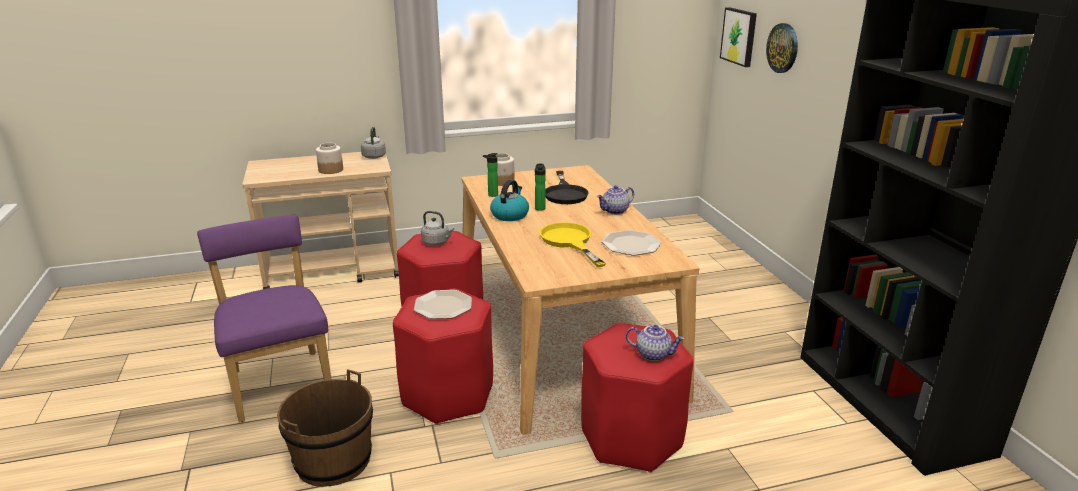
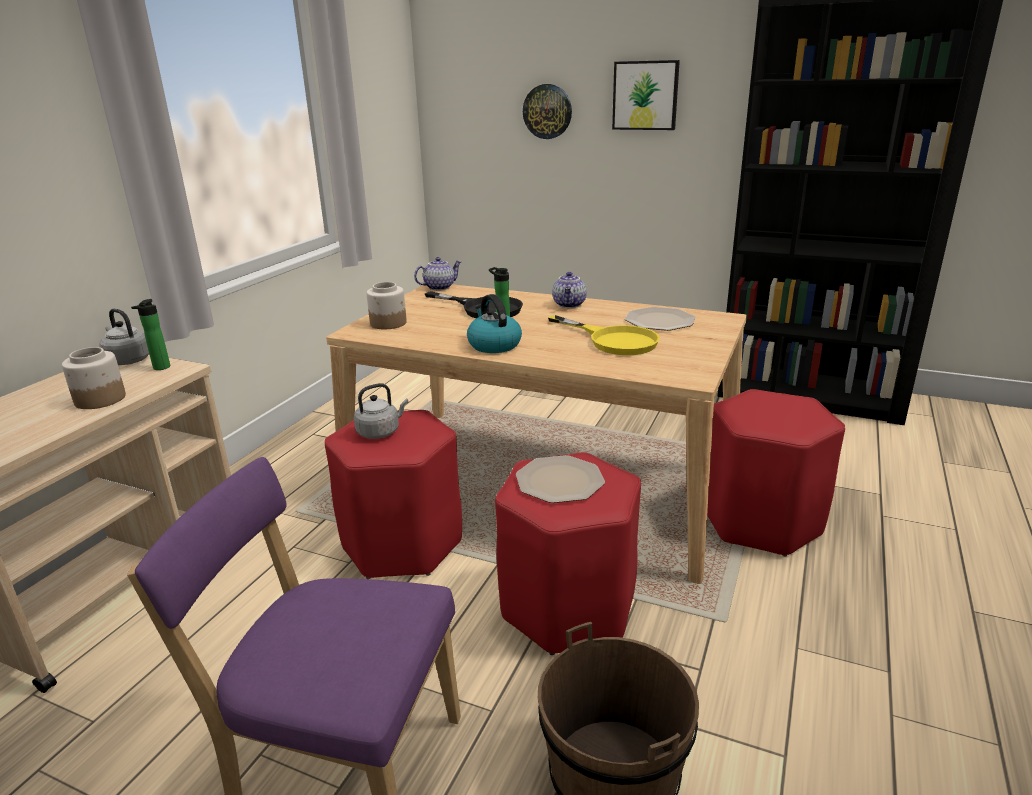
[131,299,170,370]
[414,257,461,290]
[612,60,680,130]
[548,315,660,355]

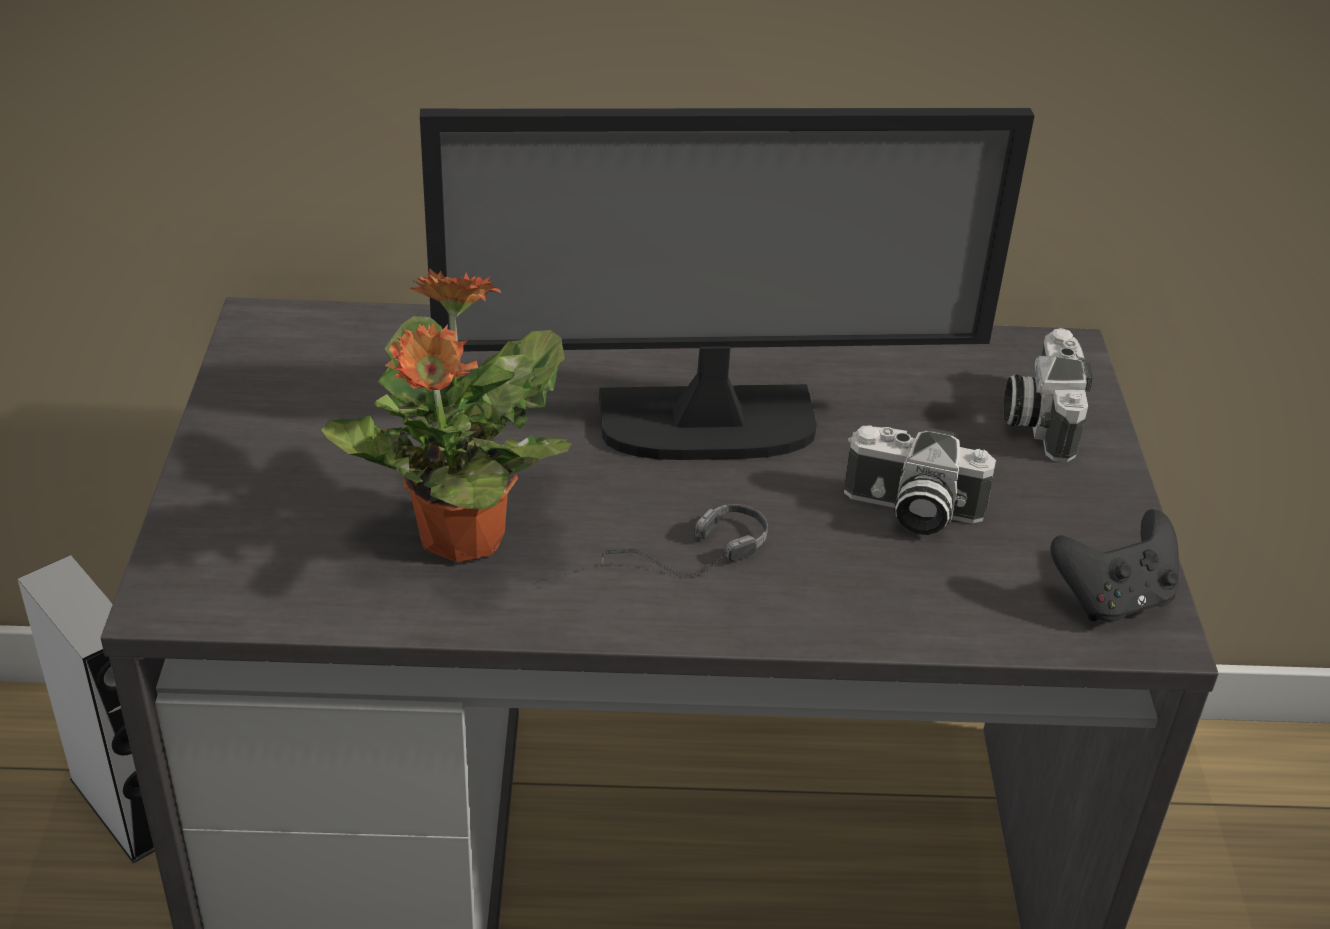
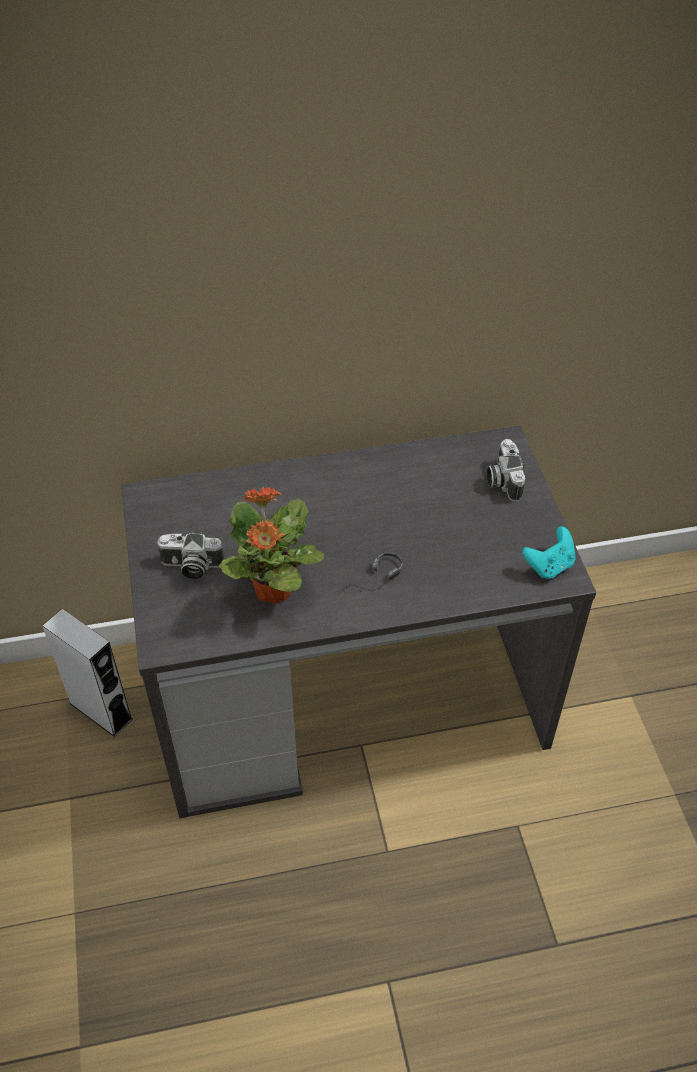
[420,108,1035,460] (first image)
[156,531,224,579]
[522,527,576,579]

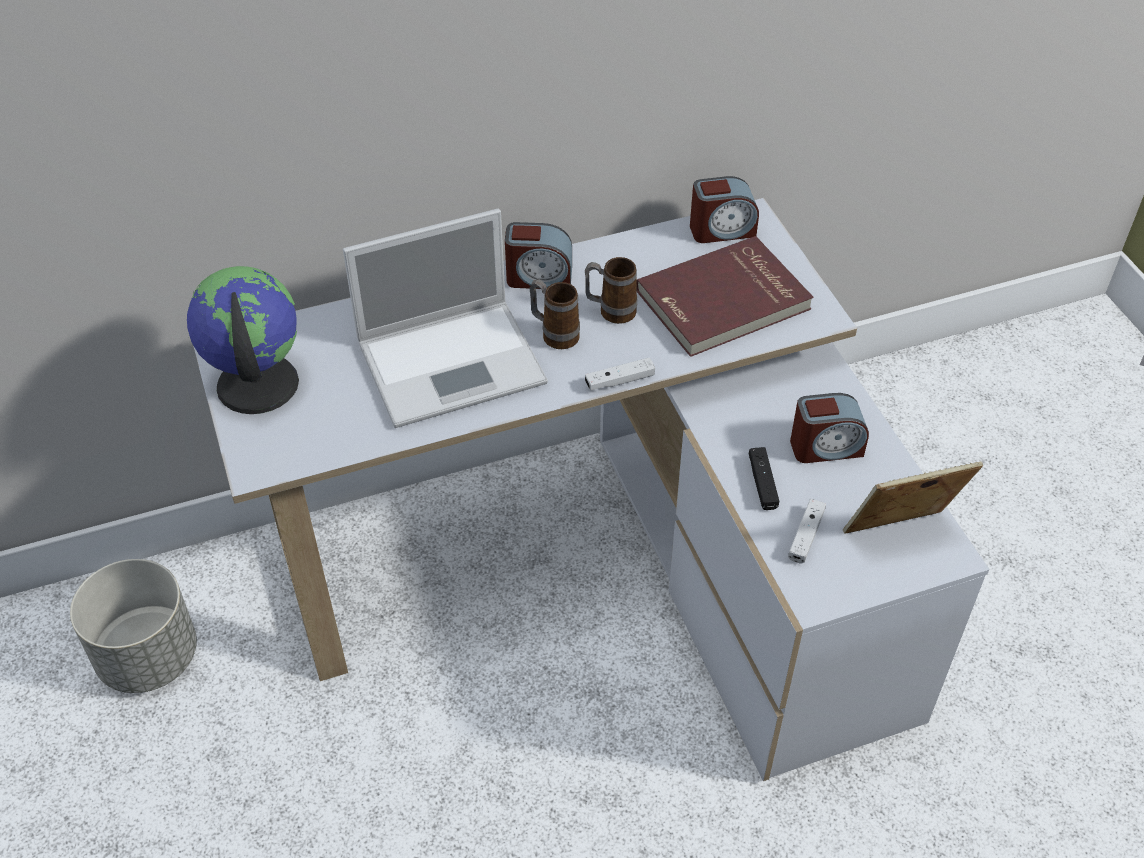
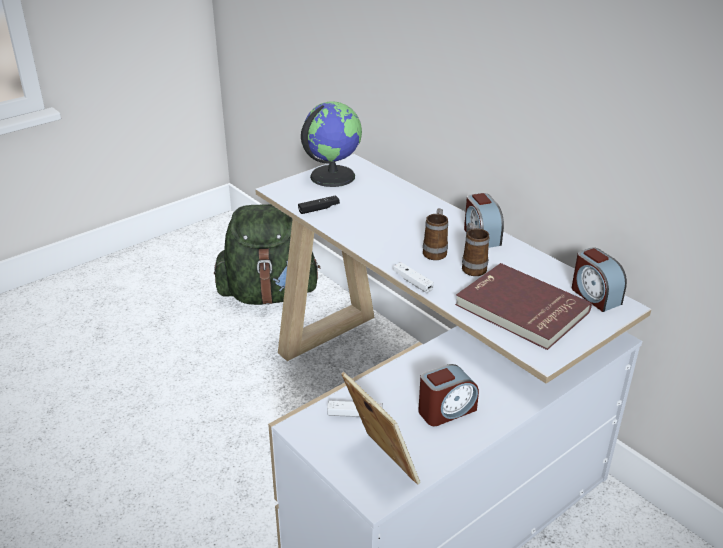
[343,209,548,428] (first image)
[298,195,340,214]
[214,204,321,305]
[418,364,479,426]

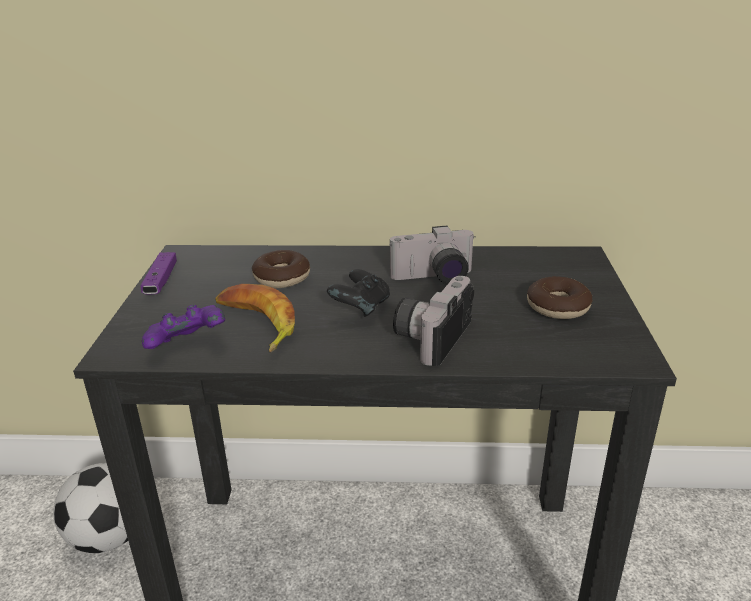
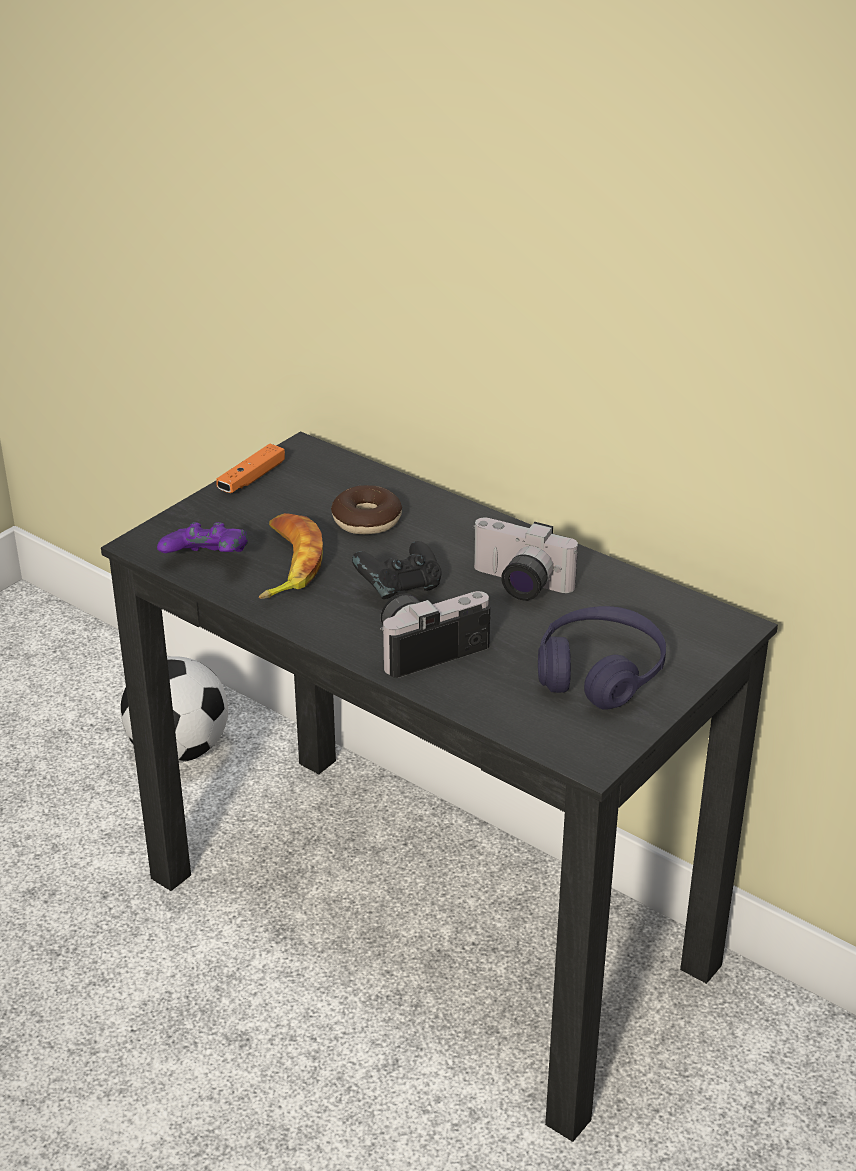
[538,606,666,710]
[216,444,285,493]

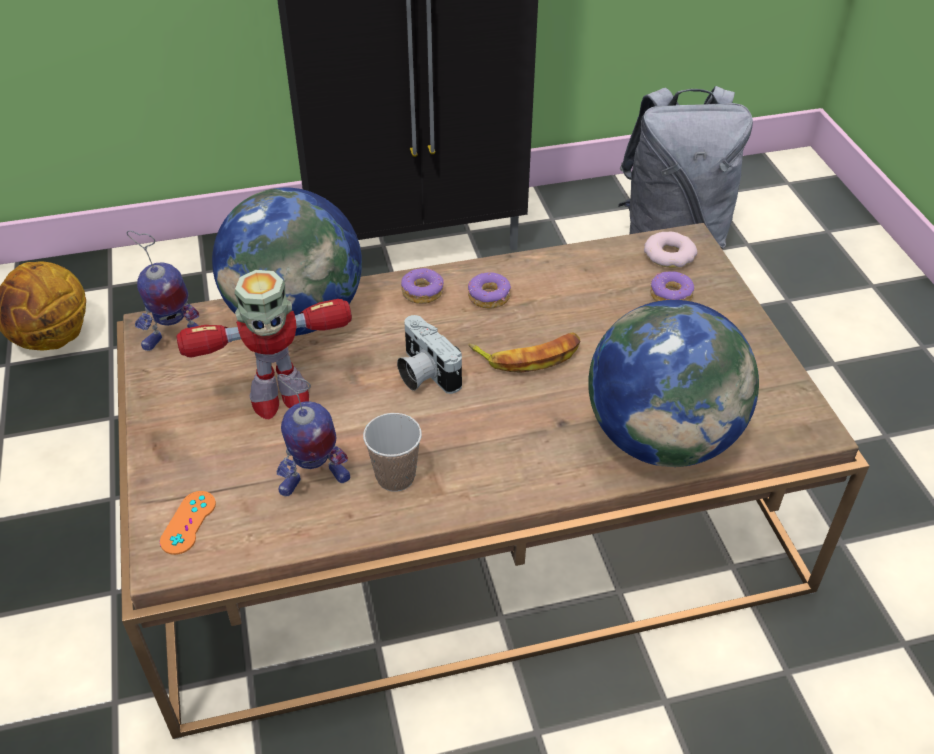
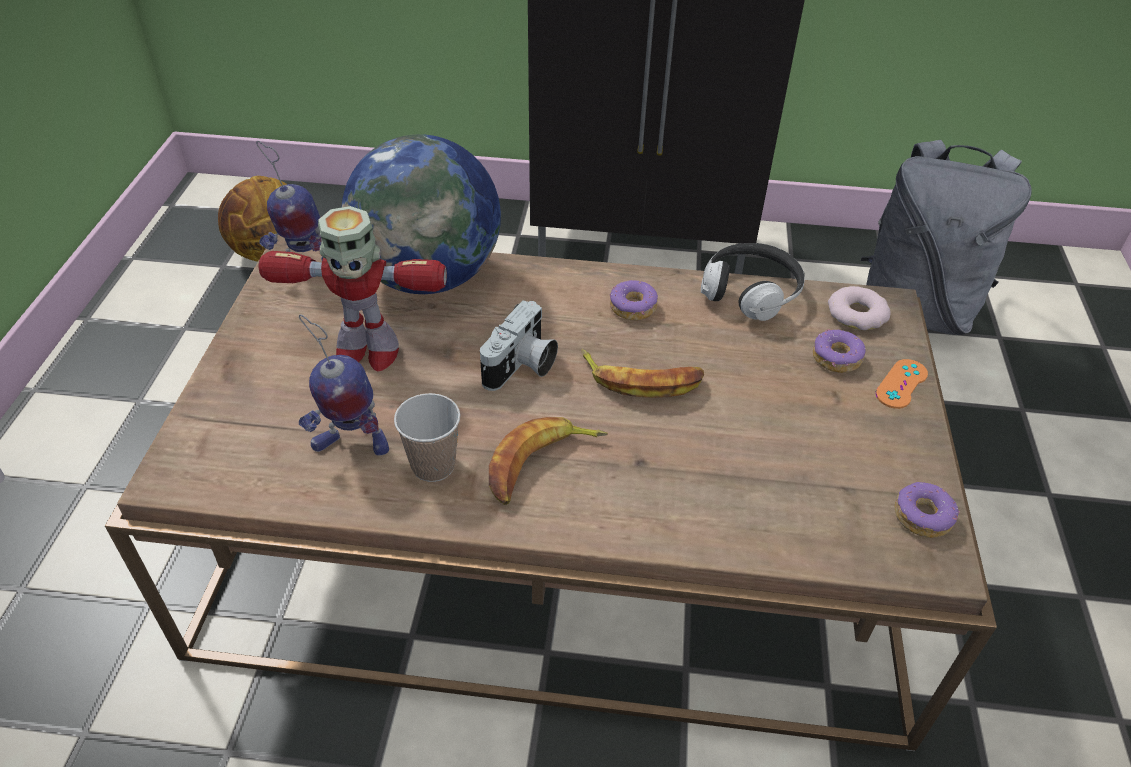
[588,300,759,467] (first image)
[489,417,608,505]
[701,243,805,321]
[876,359,928,409]
[895,482,960,538]
[480,300,558,391]

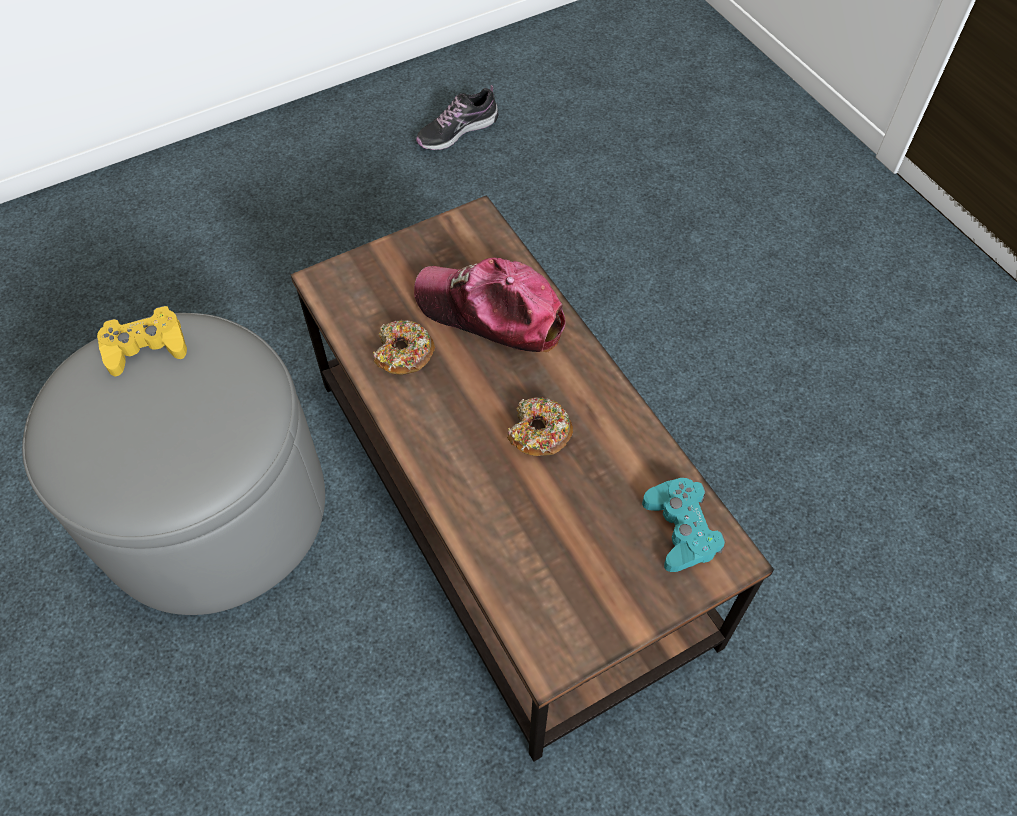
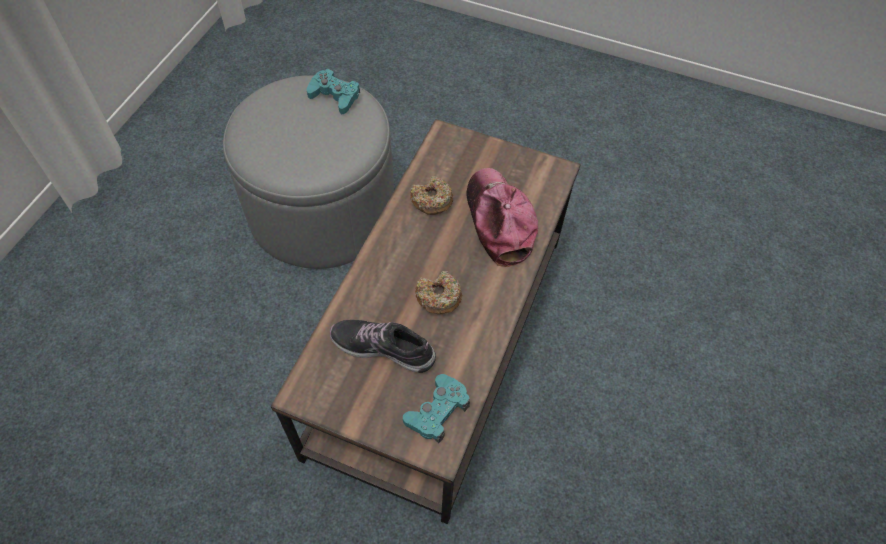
[330,320,436,373]
[307,69,360,114]

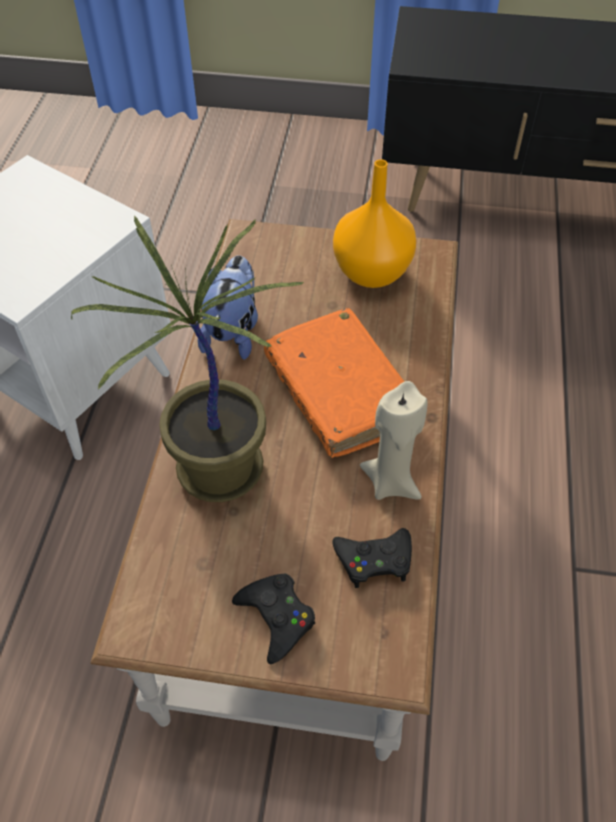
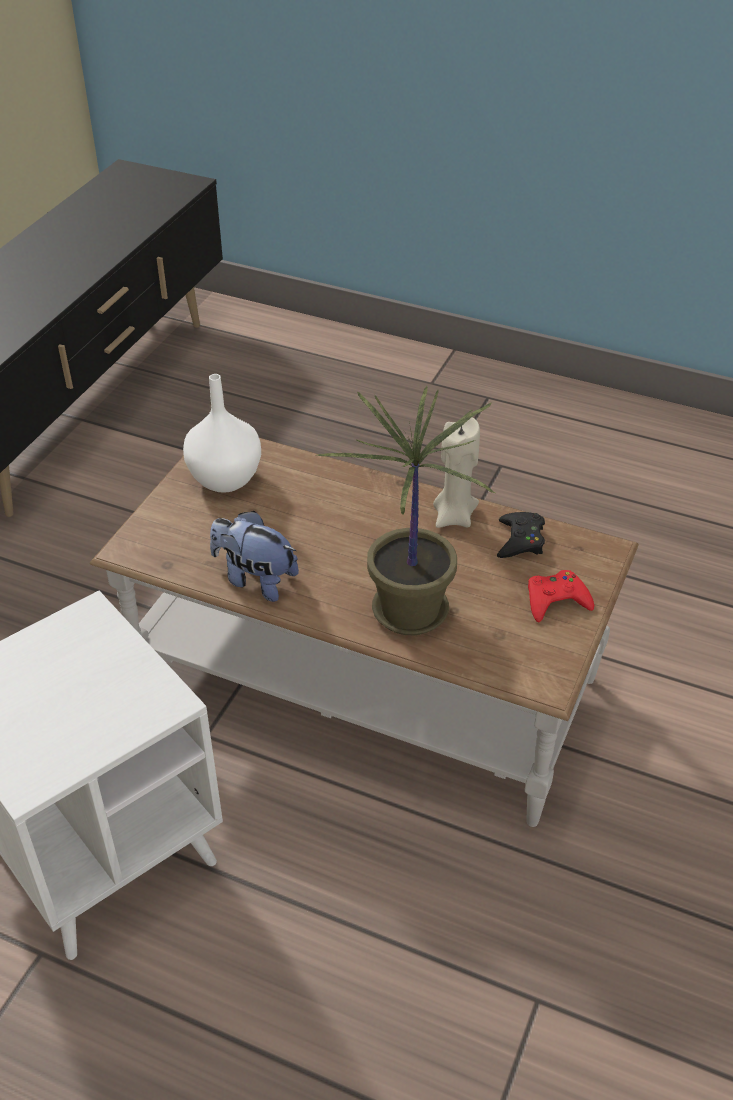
[264,308,404,458] (first image)
[528,570,594,622]
[183,374,261,493]

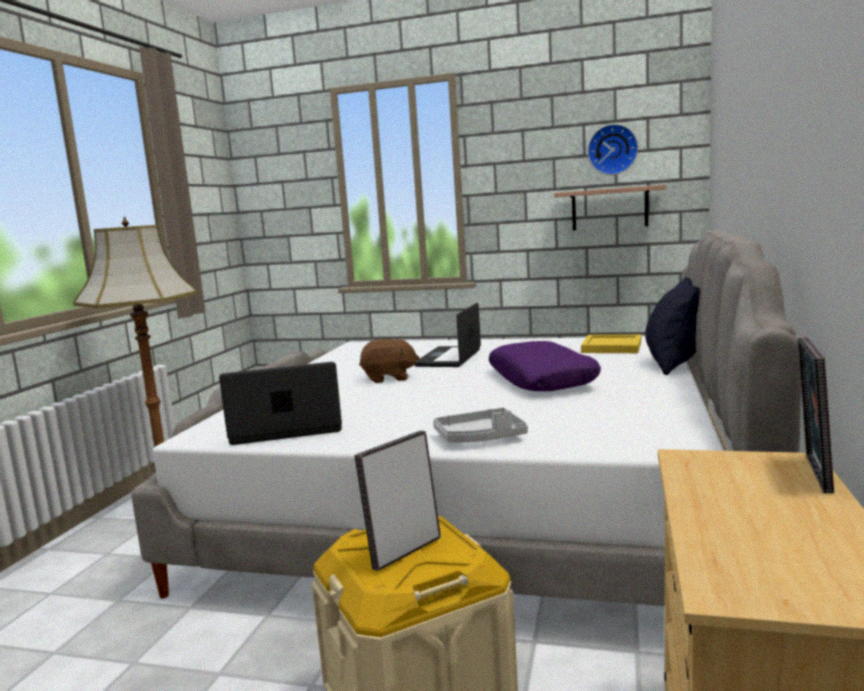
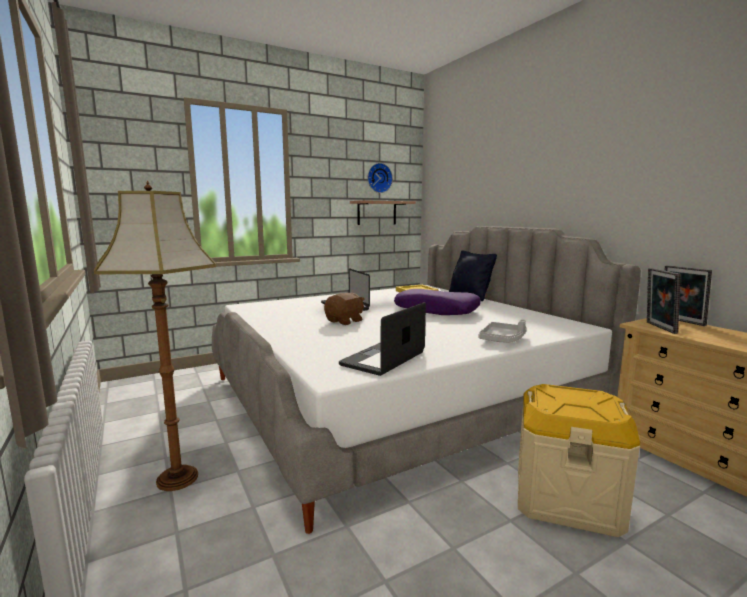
[647,268,681,334]

